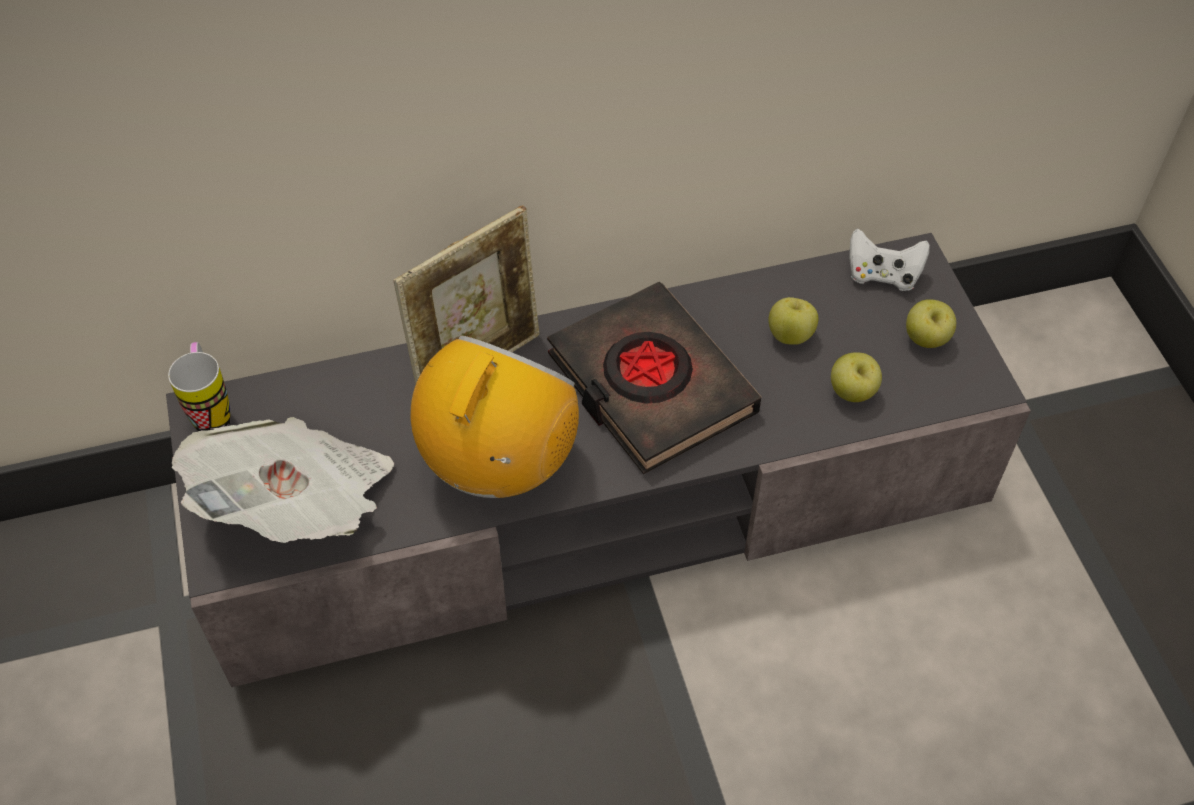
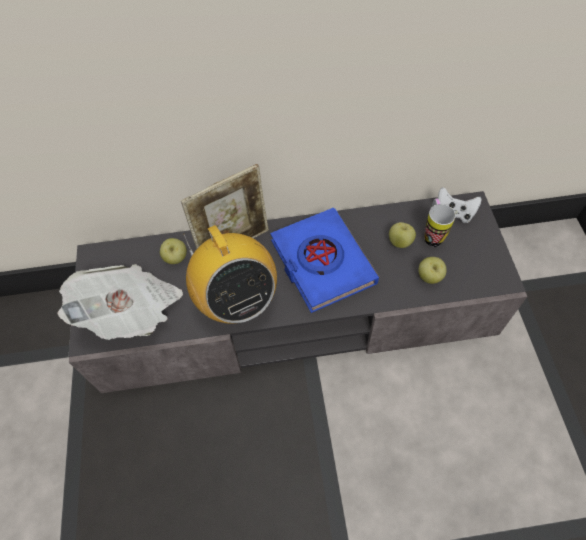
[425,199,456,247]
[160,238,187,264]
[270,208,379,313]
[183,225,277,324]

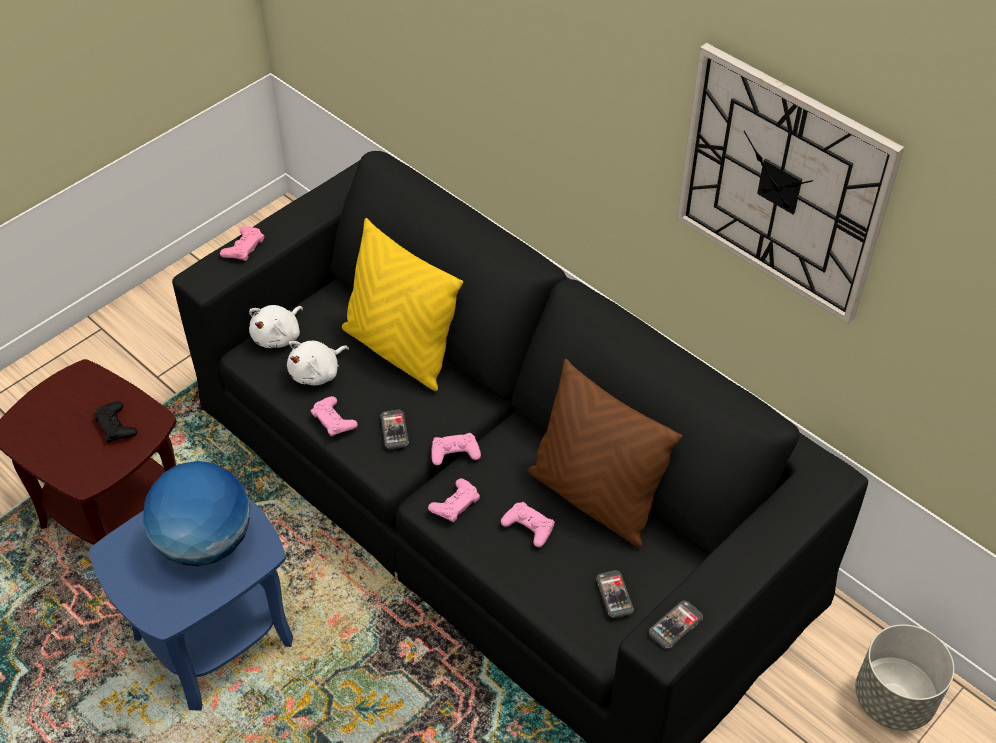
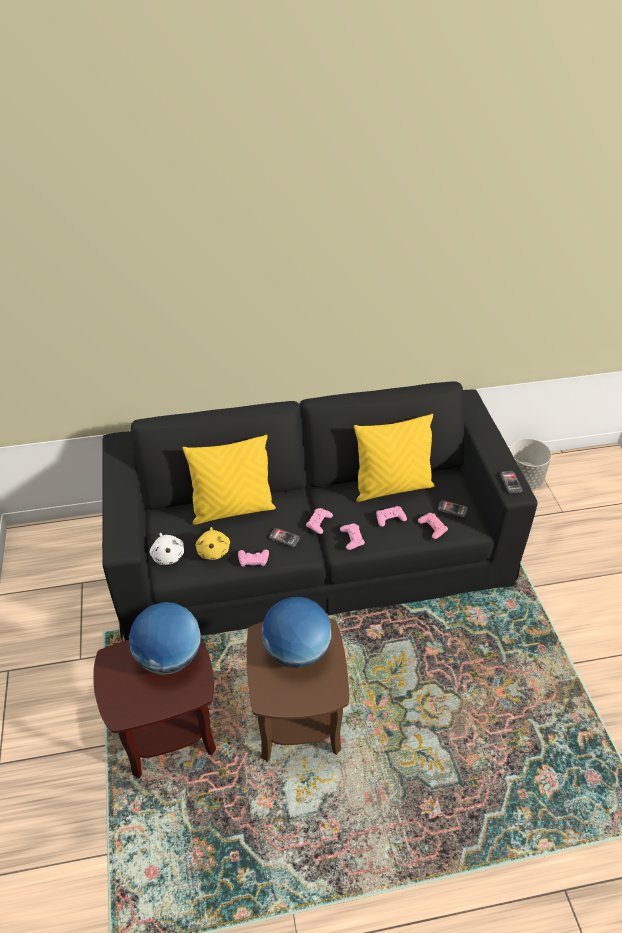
[677,43,904,324] (first image)
[418,513,448,539]
[129,602,201,675]
[247,618,349,762]
[196,527,230,560]
[354,414,435,502]

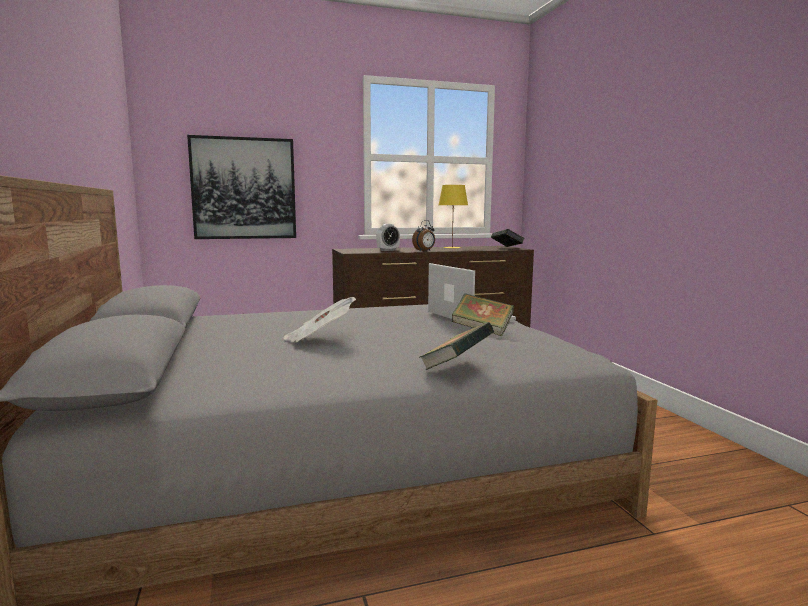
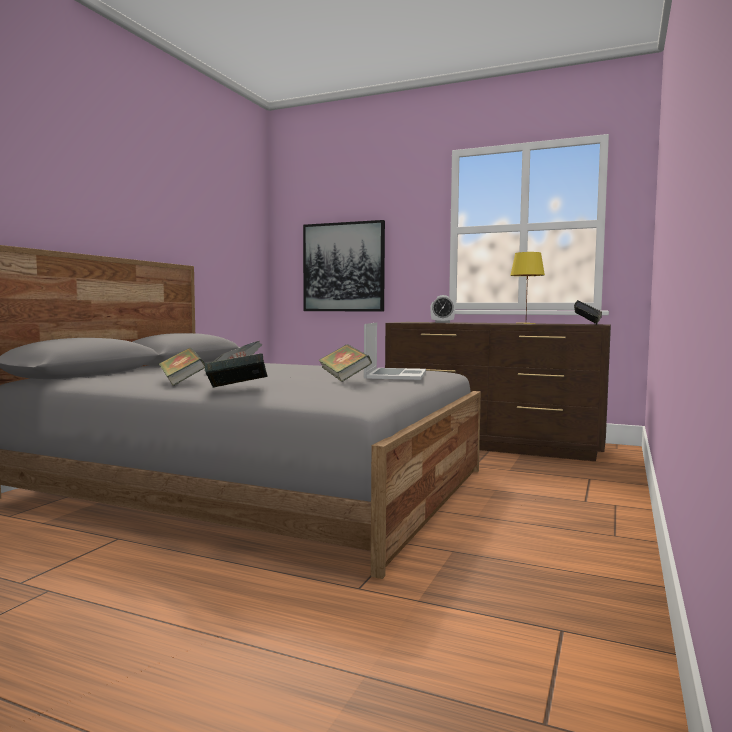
[412,220,435,251] (first image)
[159,348,205,386]

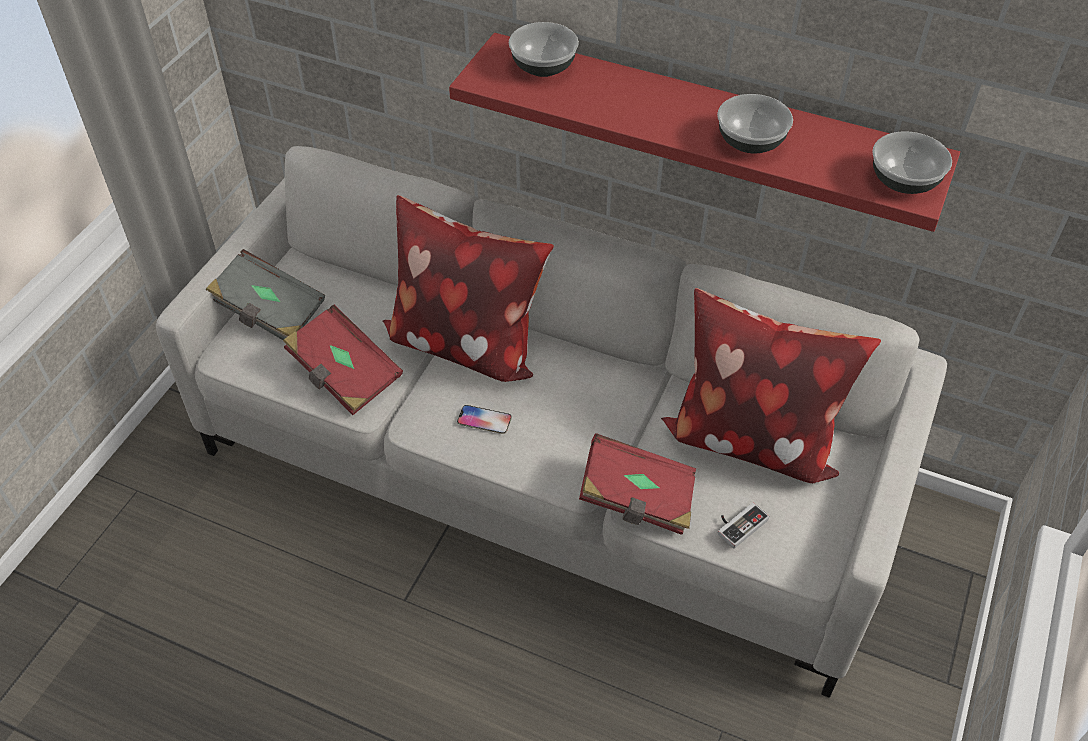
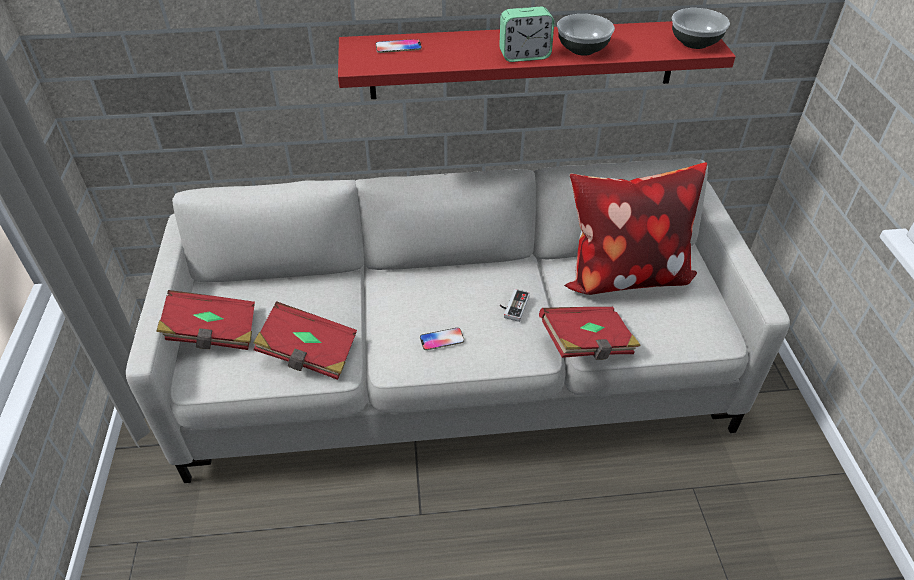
[383,195,554,382] (first image)
[499,6,554,62]
[500,289,530,322]
[375,39,422,53]
[156,290,255,350]

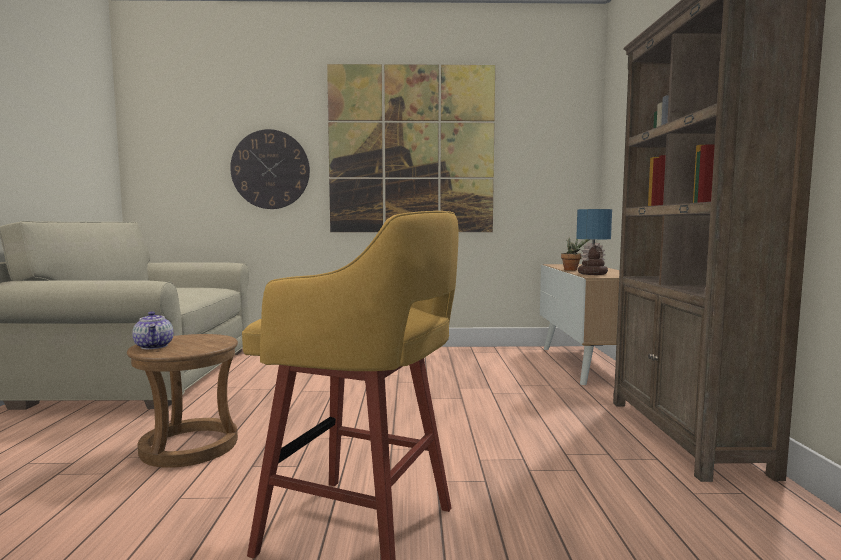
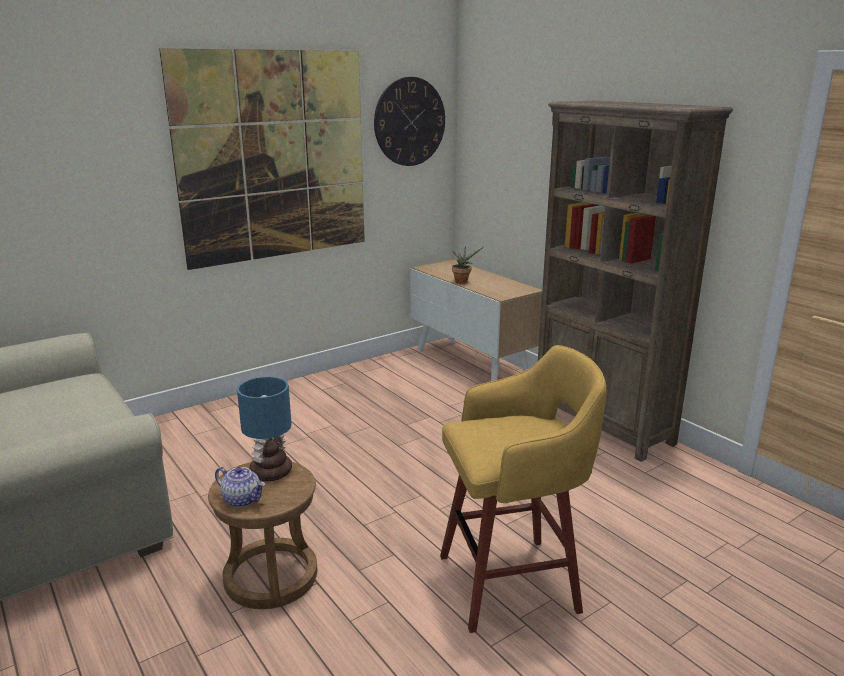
[374,77,445,166]
[237,377,292,481]

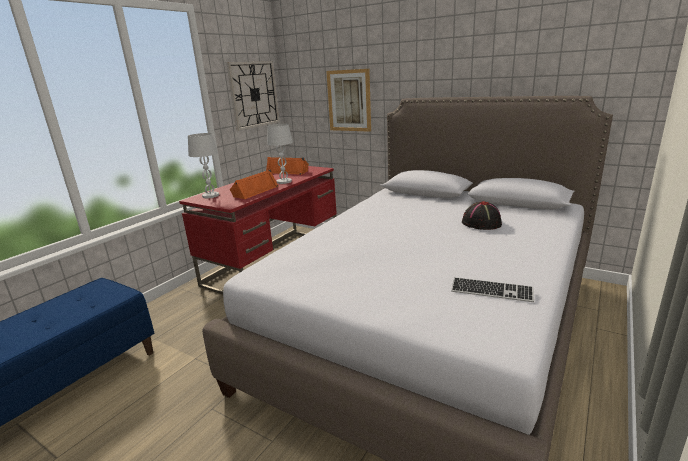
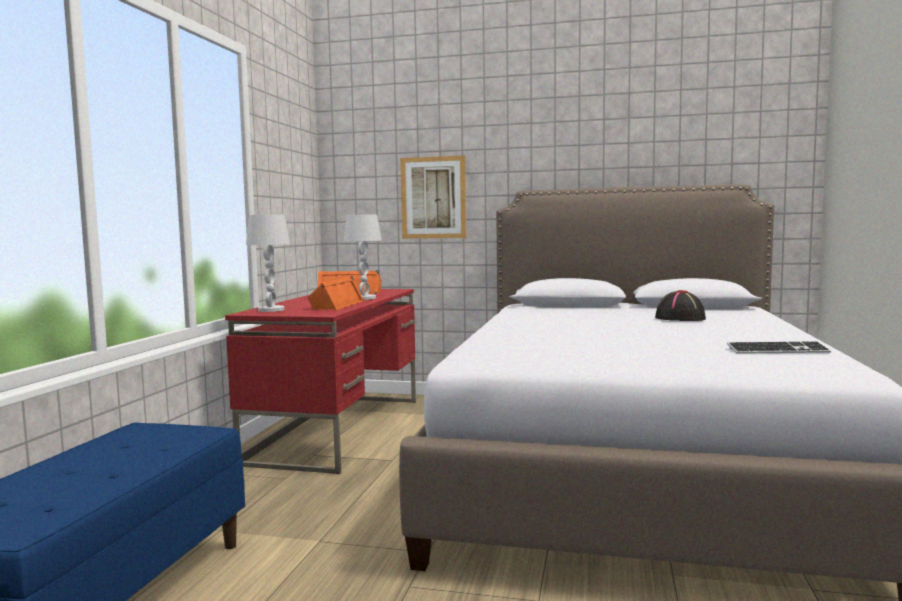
[227,61,280,130] (first image)

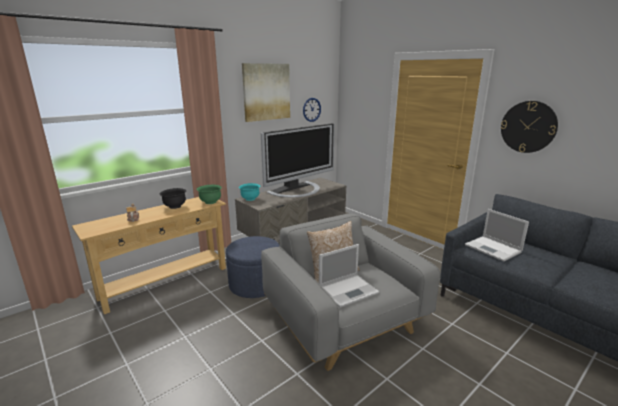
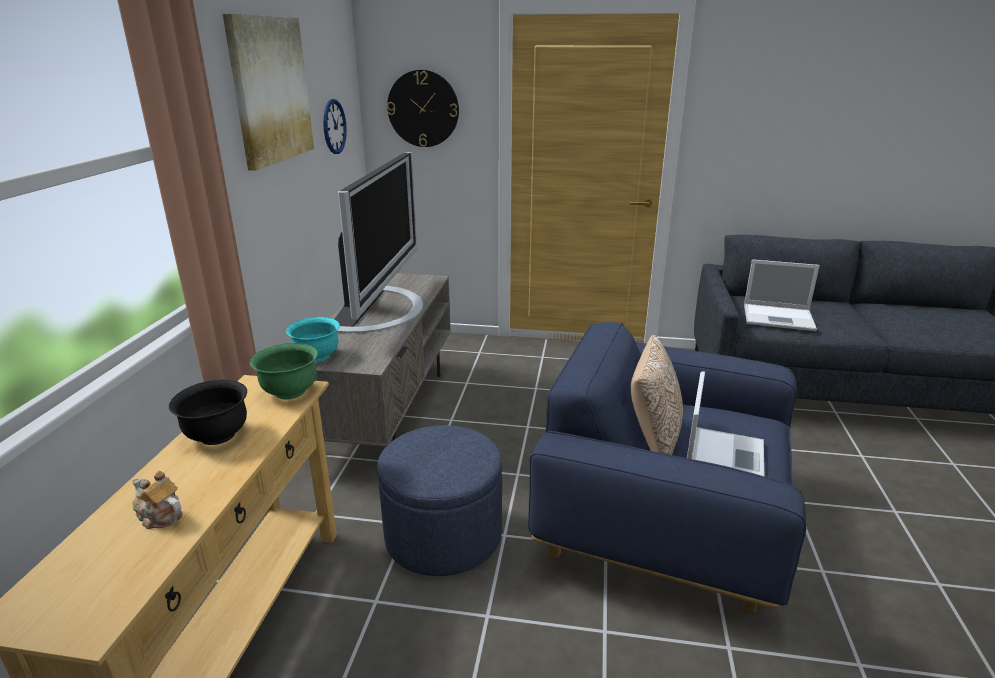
[387,70,459,147]
[528,322,806,612]

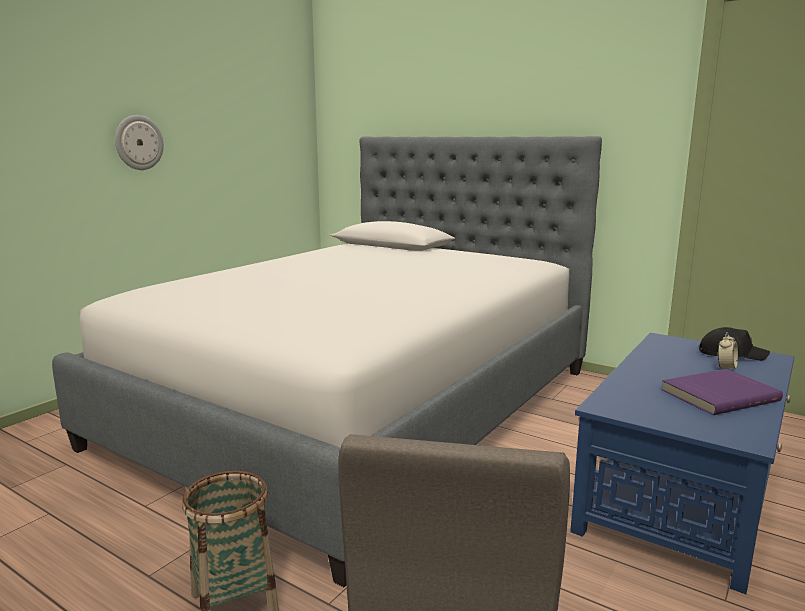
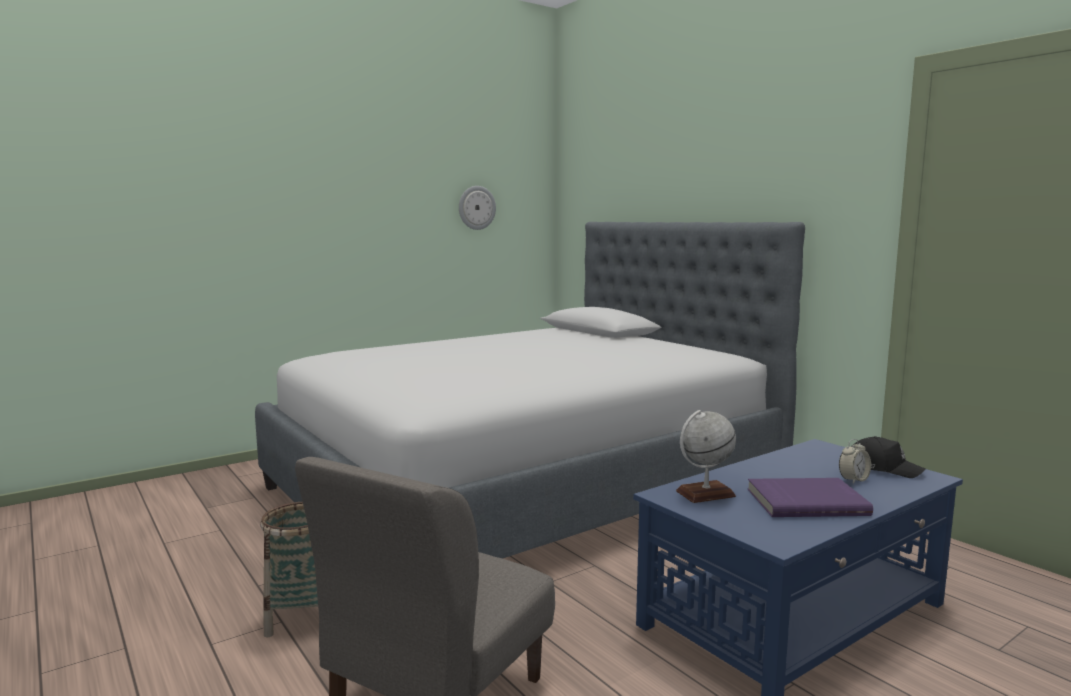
[676,410,736,503]
[459,186,496,230]

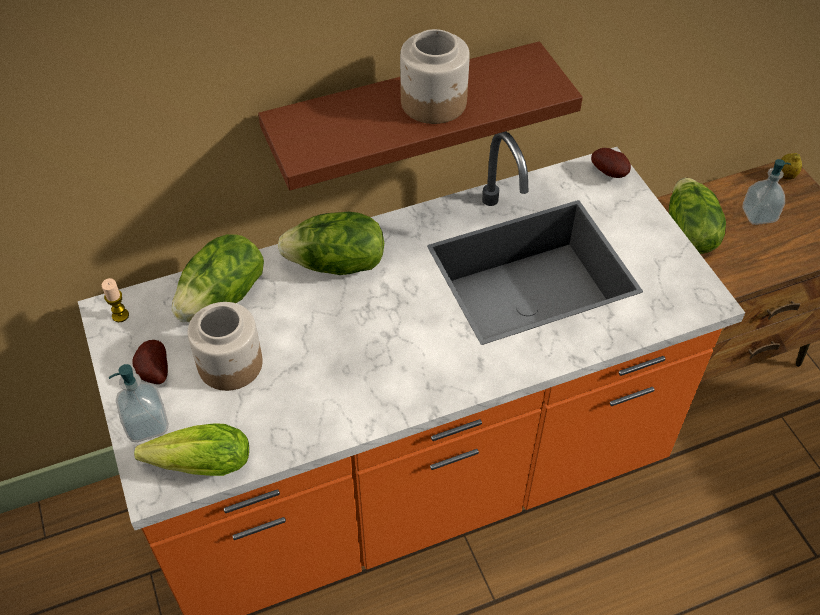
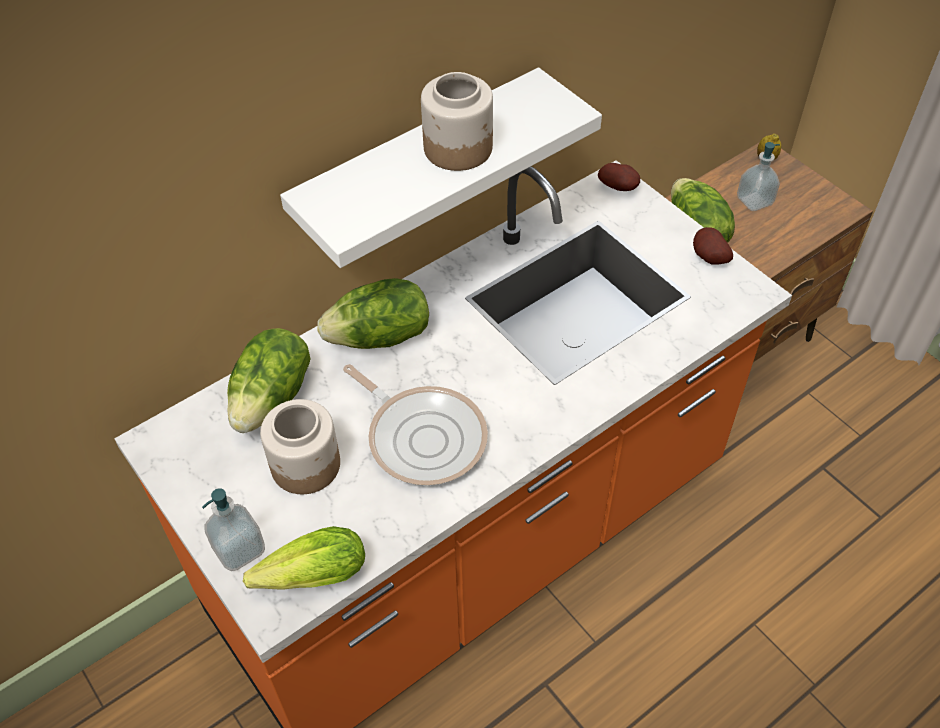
[102,278,129,322] (first image)
[343,364,488,485]
[693,227,733,265]
[280,67,602,268]

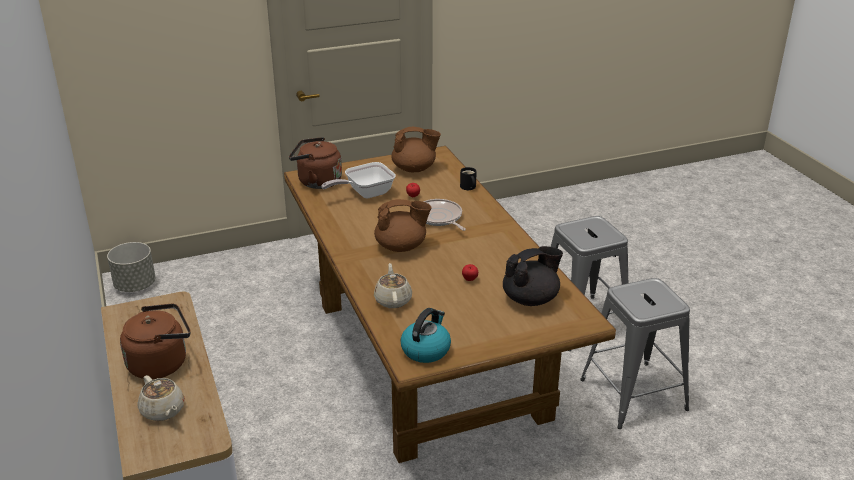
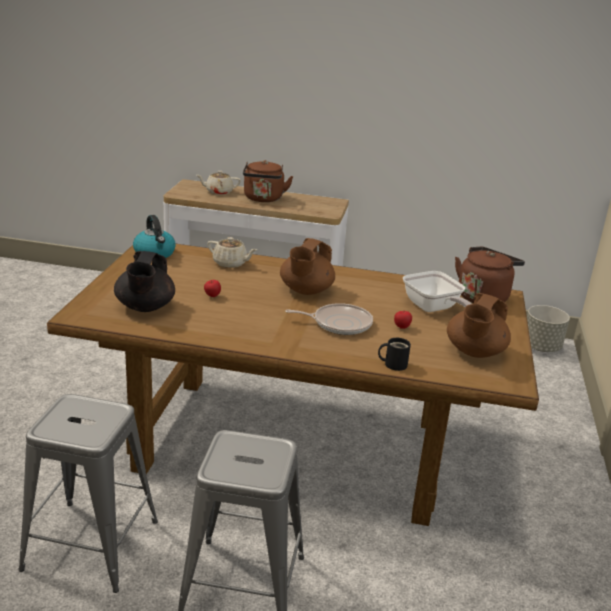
[403,271,472,312]

